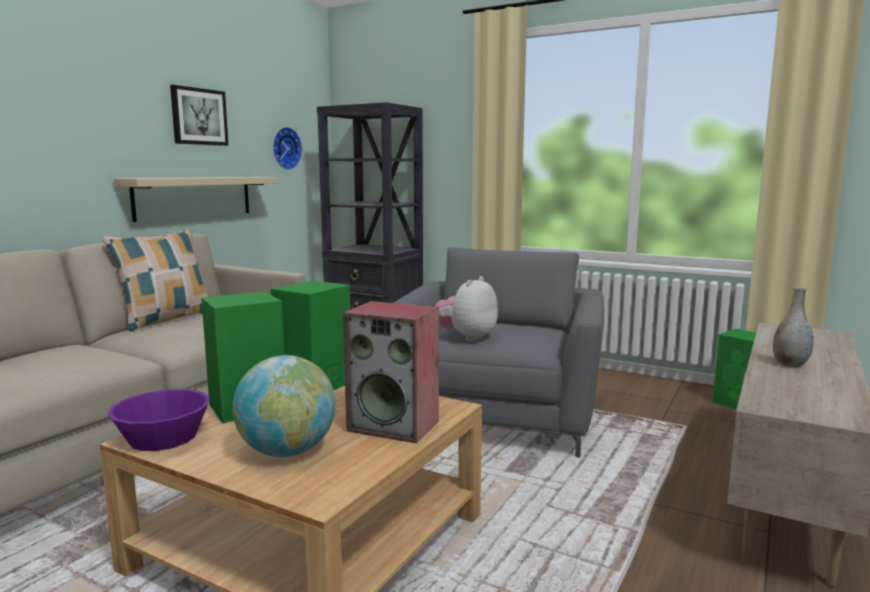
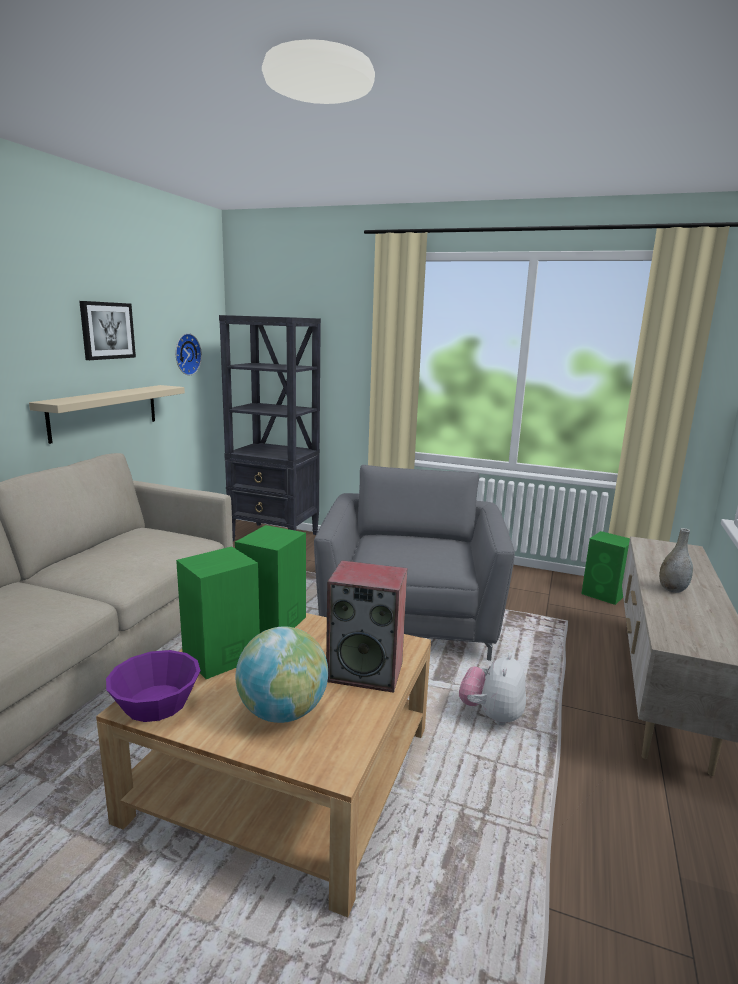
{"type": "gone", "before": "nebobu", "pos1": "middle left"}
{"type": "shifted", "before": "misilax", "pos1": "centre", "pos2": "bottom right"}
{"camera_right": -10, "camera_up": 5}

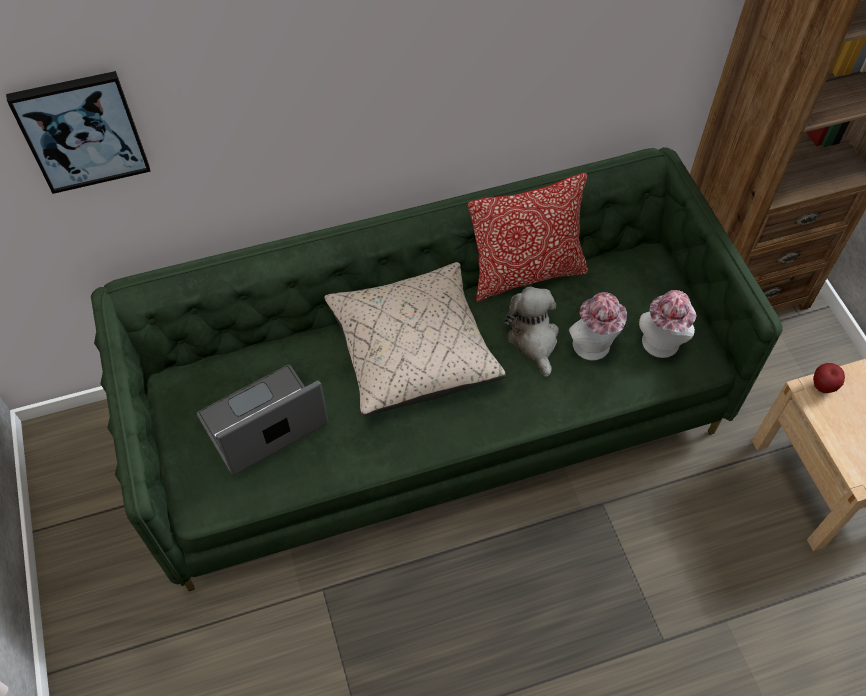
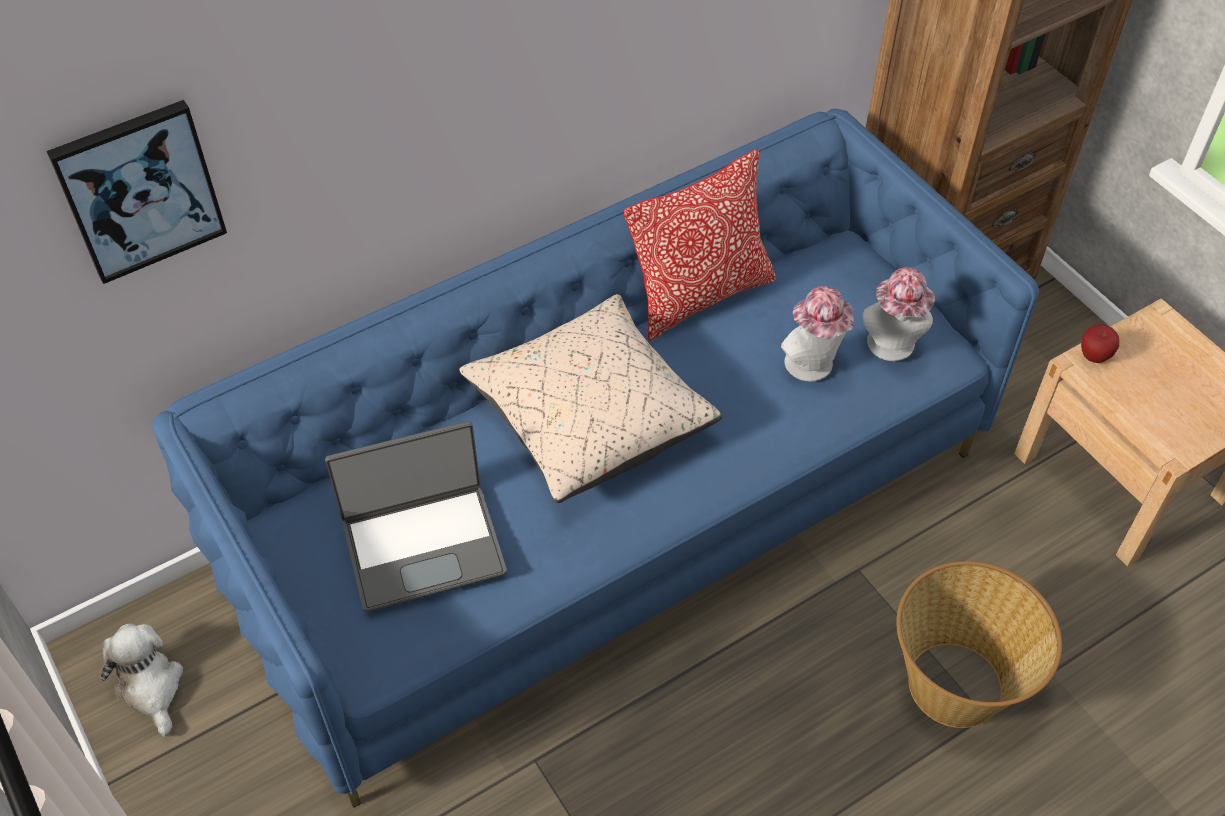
{"type": "repainted", "before": "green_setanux", "after": "blue_setanux", "pos1": "centre", "pos2": "centre"}
{"type": "rotated", "before": "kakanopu", "pos1": "middle left", "pos2": "centre", "turn": -150}
{"type": "shifted", "before": "misilax", "pos1": "centre", "pos2": "bottom left"}
{"type": "new", "after": "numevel", "pos2": "bottom right"}
{"camera_right": -15, "camera_up": -5}

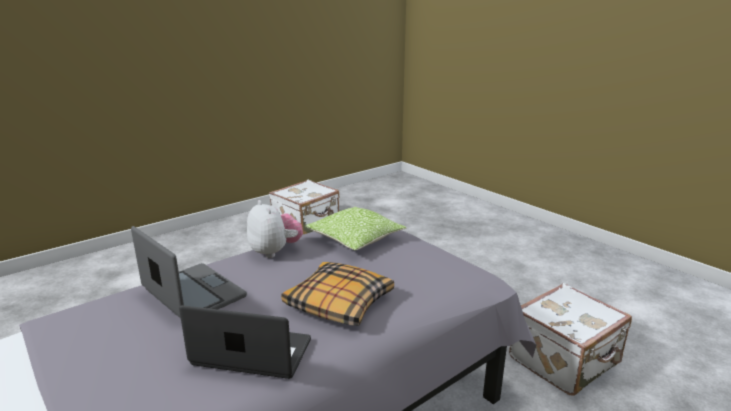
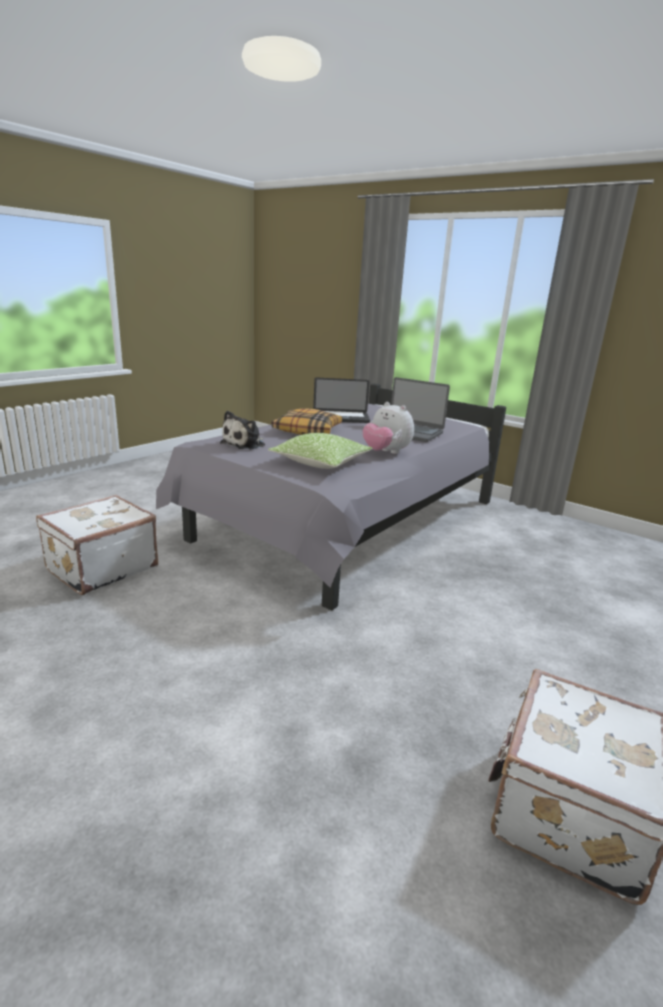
{"type": "new", "after": "misilax (no. 1 from left)", "pos2": "centre"}
{"camera_right": 165, "camera_up": 0}

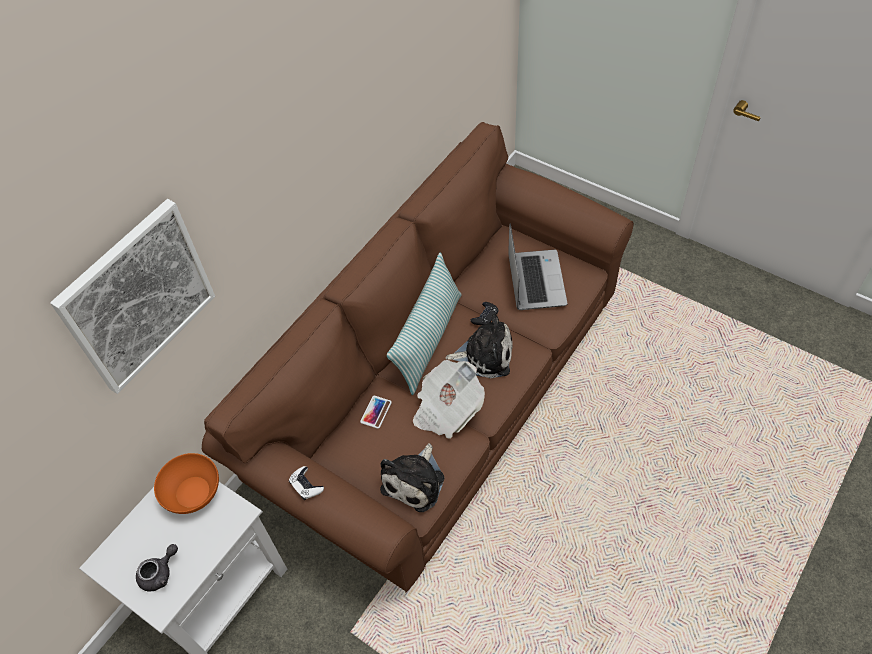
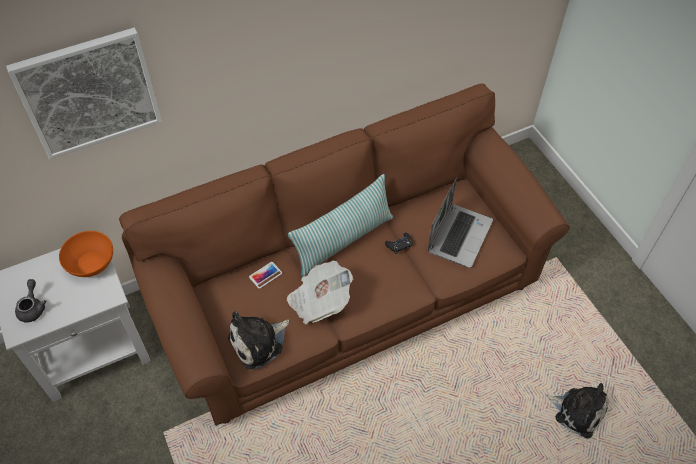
{"type": "rotated", "before": "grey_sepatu", "pos1": "bottom left", "pos2": "middle left", "turn": -75}
{"type": "gone", "before": "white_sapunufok", "pos1": "bottom centre"}
{"type": "shifted", "before": "misilax (no. 2 from left)", "pos1": "centre", "pos2": "bottom right"}
{"camera_right": 25, "camera_up": 0}

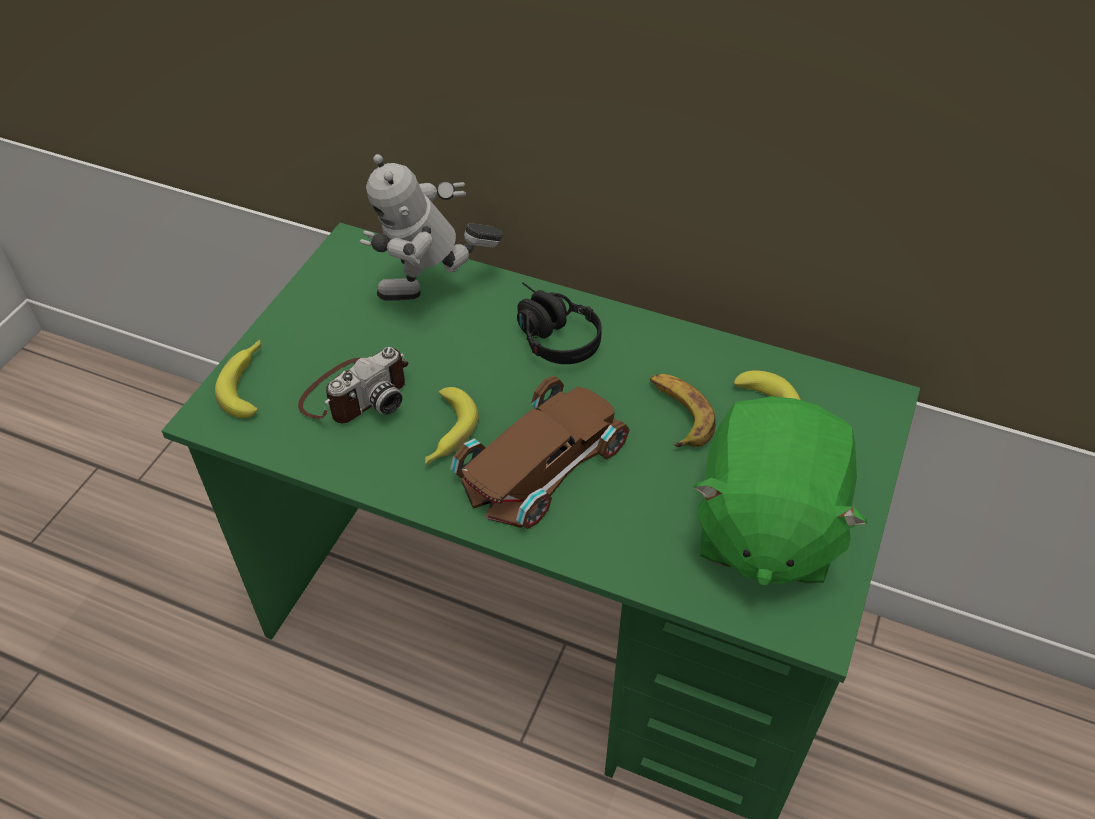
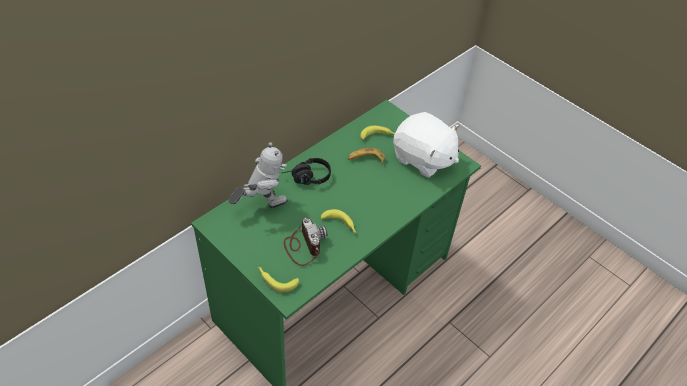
{"type": "rotated", "before": "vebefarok", "pos1": "top centre", "pos2": "centre", "turn": -120}
{"type": "gone", "before": "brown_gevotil", "pos1": "centre"}
{"type": "repainted", "before": "green_misilax", "after": "white_misilax", "pos1": "middle right", "pos2": "centre"}
{"camera_right": -70, "camera_up": 0}

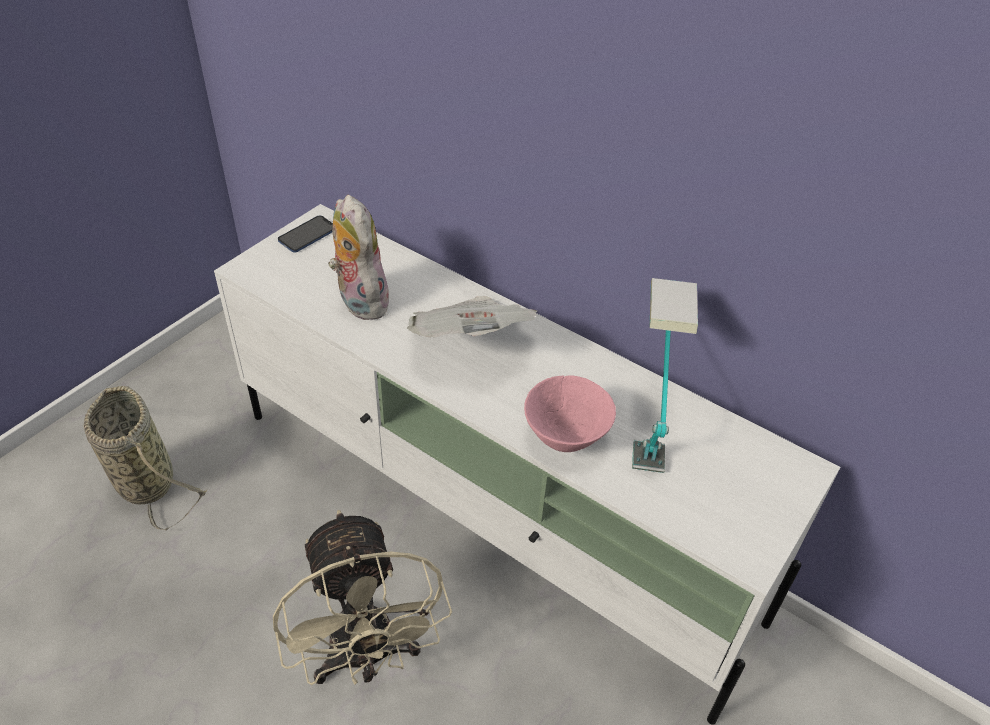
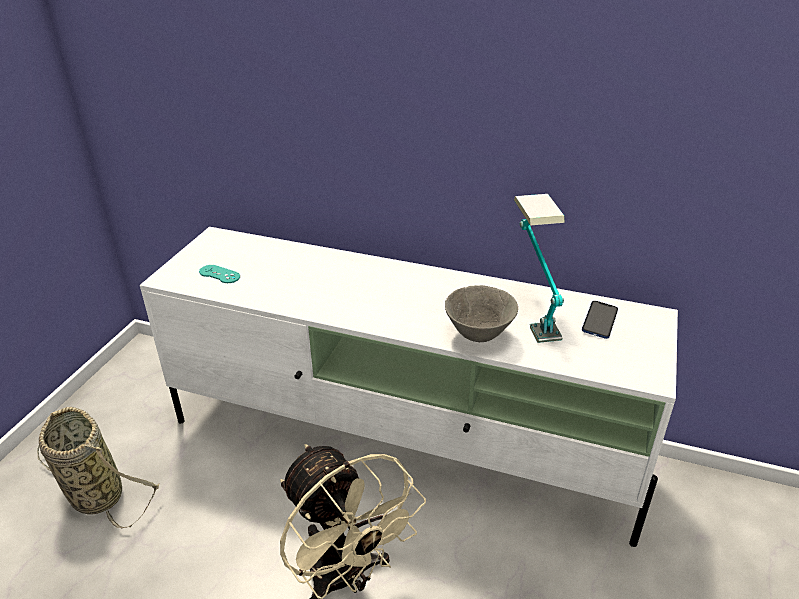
{"type": "shifted", "before": "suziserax", "pos1": "top left", "pos2": "middle right"}
{"type": "gone", "before": "misilax", "pos1": "centre"}
{"type": "gone", "before": "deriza", "pos1": "centre"}
{"type": "repainted", "before": "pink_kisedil", "after": "grey_kisedil", "pos1": "centre", "pos2": "centre"}
{"type": "new", "after": "turquoise_sapunufok", "pos2": "middle left"}
{"camera_right": -15, "camera_up": -10}

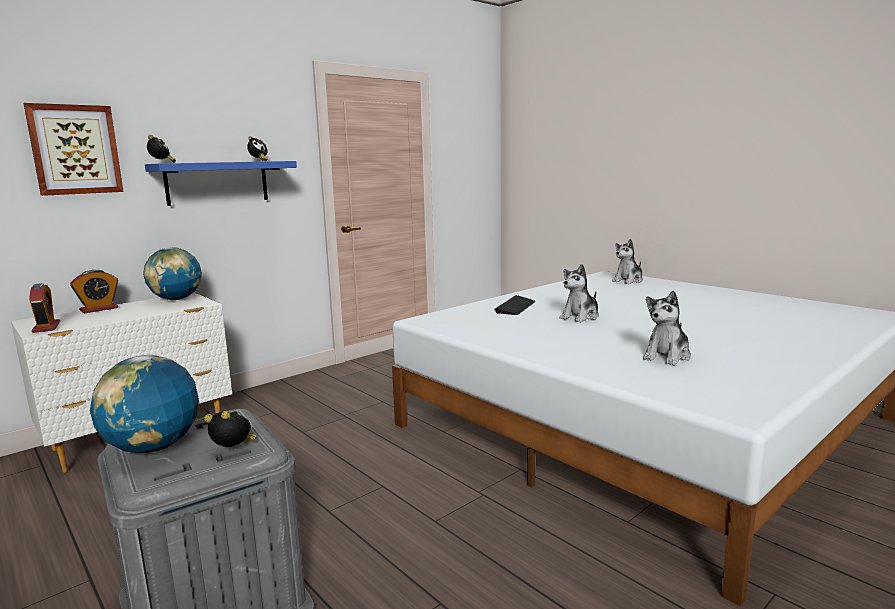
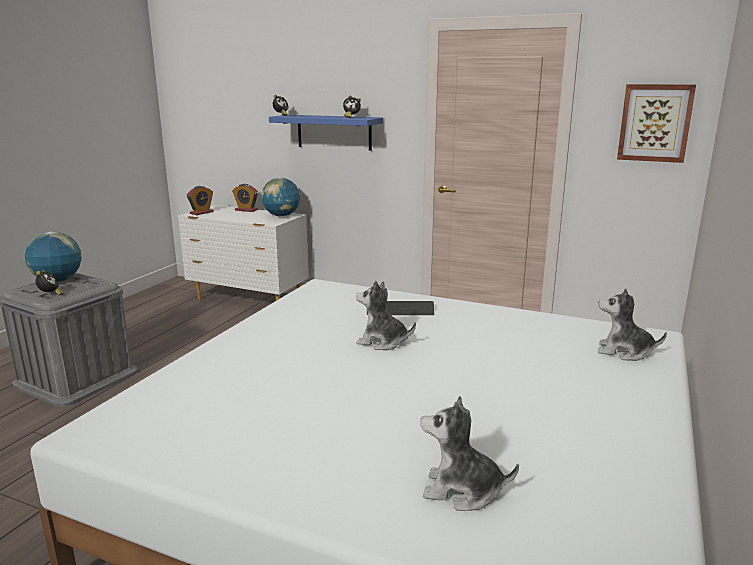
{"type": "shifted", "before": "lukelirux", "pos1": "top left", "pos2": "top right"}
{"type": "shifted", "before": "misilax (no. 3 from left in the first image)", "after": "misilax (no. 2 from left)", "pos1": "middle right", "pos2": "bottom centre"}
{"camera_right": 65, "camera_up": 5}

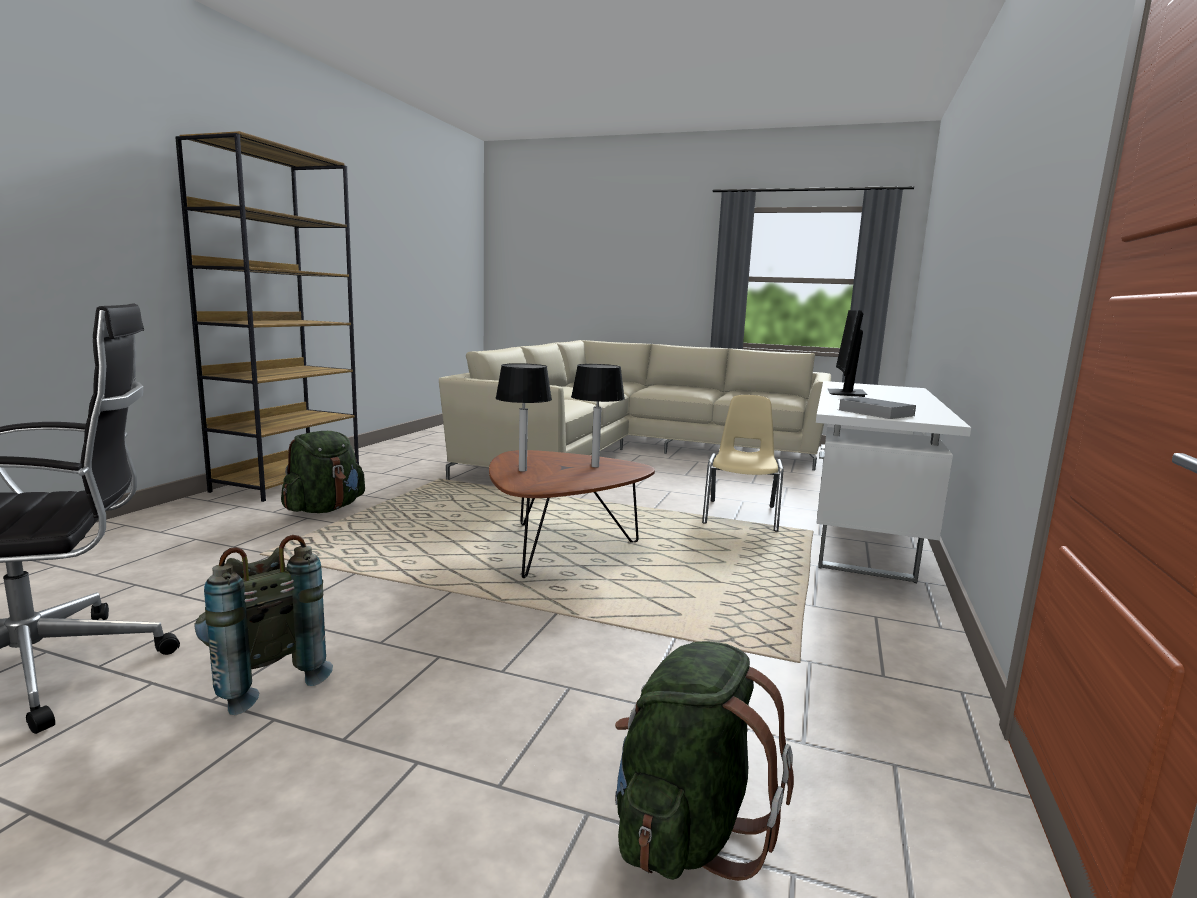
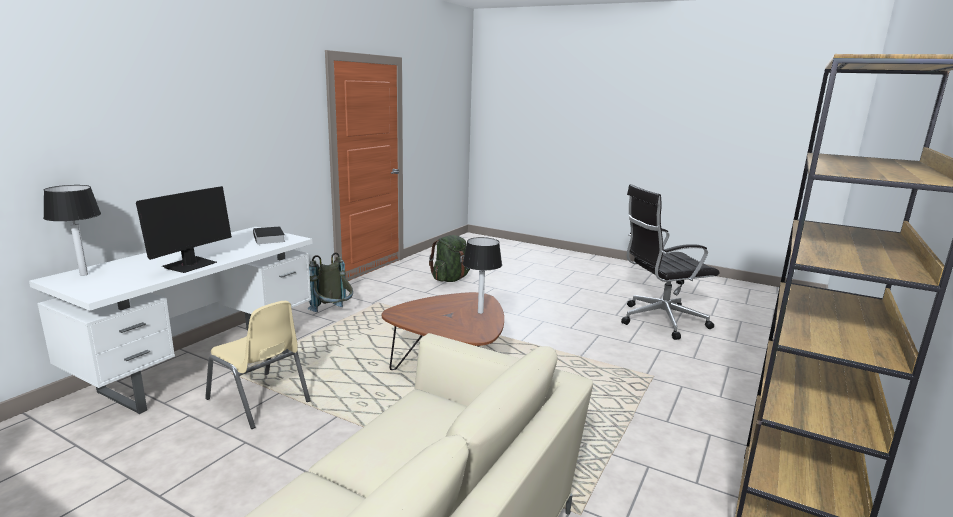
{"type": "shifted", "before": "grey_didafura", "pos1": "bottom left", "pos2": "centre"}
{"type": "gone", "before": "green_didafura (no. 1 from left)", "pos1": "middle left"}
{"type": "shifted", "before": "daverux (no. 2 from left in the first image)", "after": "daverux (no. 1 from left)", "pos1": "centre", "pos2": "middle left"}
{"type": "rotated", "before": "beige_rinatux", "pos1": "centre", "pos2": "bottom left", "turn": -75}
{"camera_right": -170, "camera_up": 5}

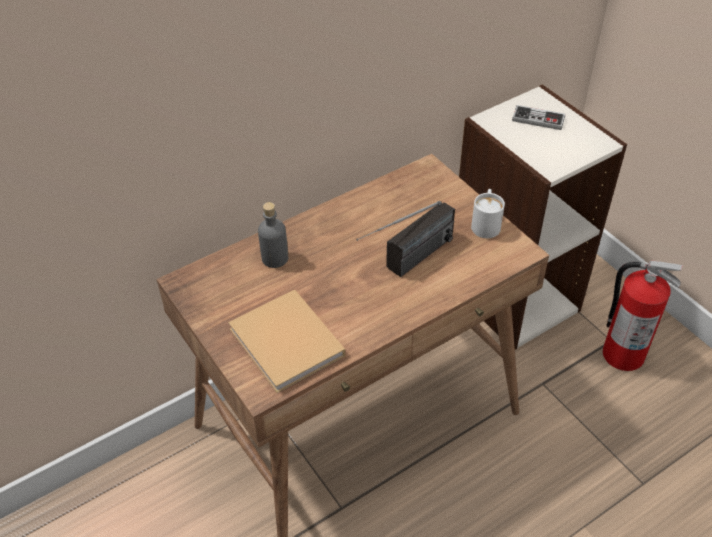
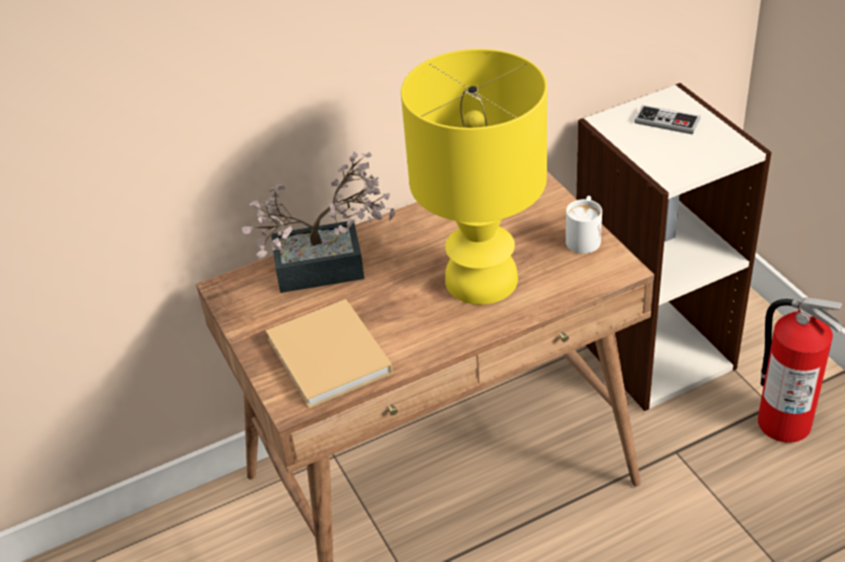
{"type": "swapped", "before": "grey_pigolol", "after": "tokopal", "pos1": "centre", "pos2": "centre"}
{"type": "swapped", "before": "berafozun", "after": "yellow_daverux", "pos1": "centre", "pos2": "top centre"}
{"camera_right": 10, "camera_up": -5}

